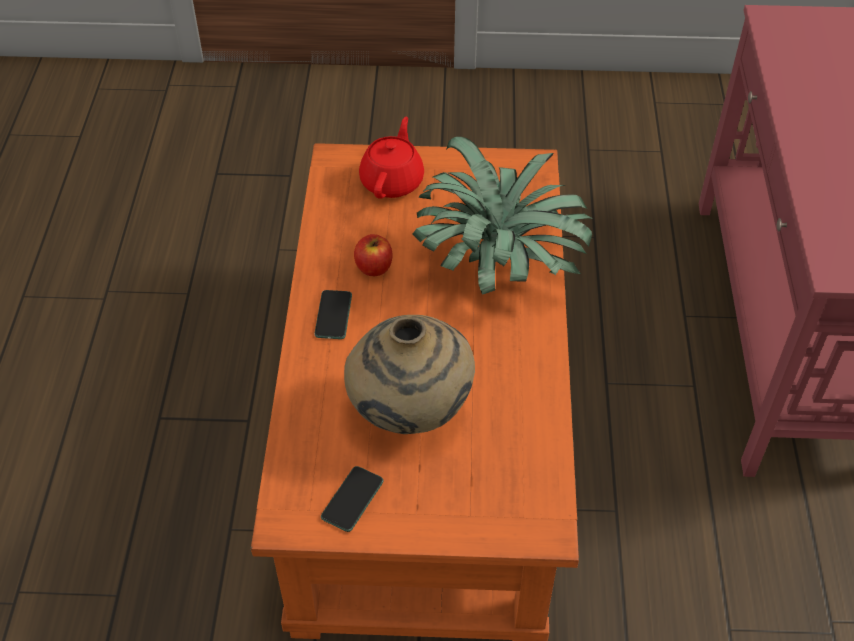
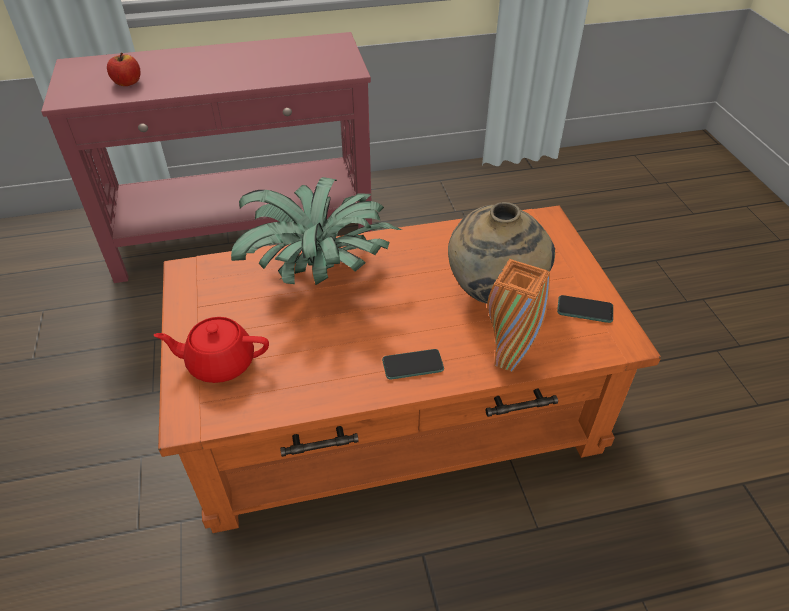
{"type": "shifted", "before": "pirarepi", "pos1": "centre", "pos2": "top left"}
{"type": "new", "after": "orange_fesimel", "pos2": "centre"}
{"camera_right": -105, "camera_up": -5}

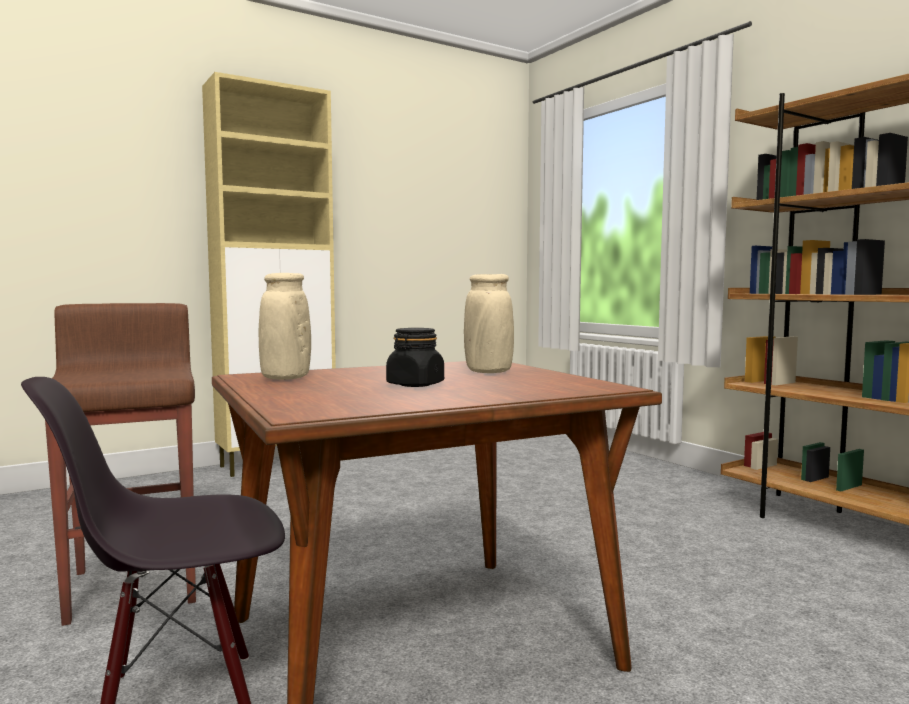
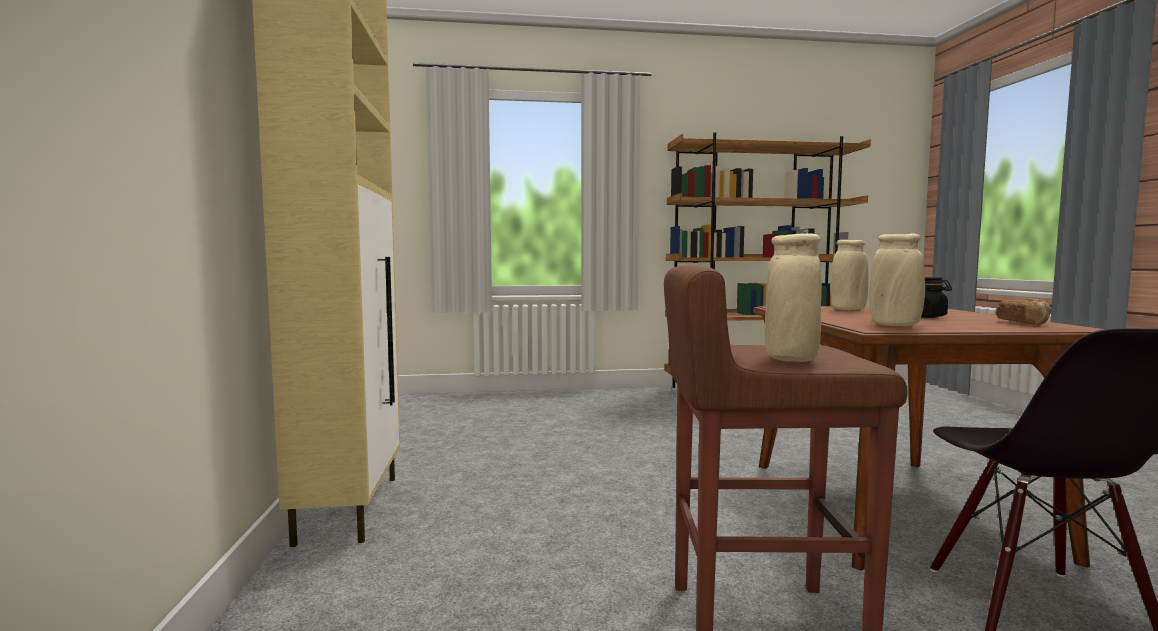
{"type": "new", "after": "beige_fesimel (no. 1 from left)", "pos2": "middle right"}
{"type": "new", "after": "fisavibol", "pos2": "middle right"}
{"camera_right": -65, "camera_up": 0}

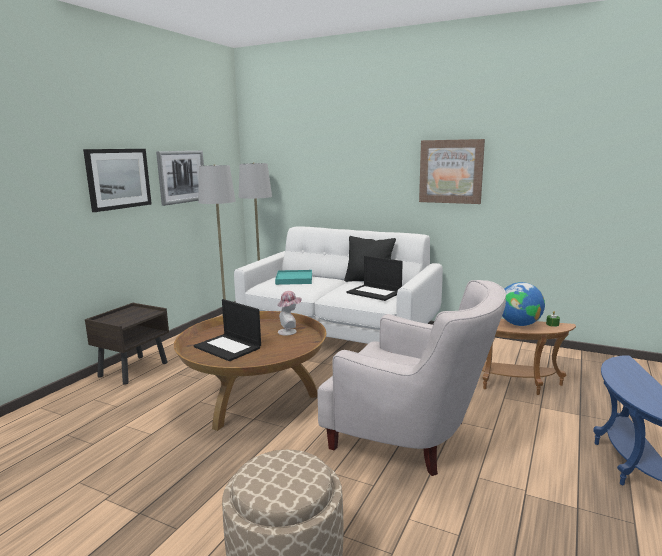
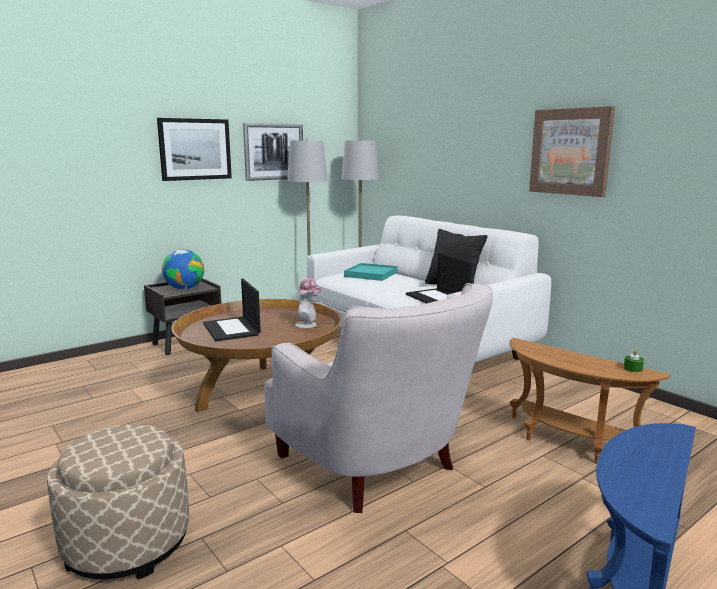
{"type": "shifted", "before": "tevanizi", "pos1": "middle right", "pos2": "middle left"}
{"camera_right": 25, "camera_up": 0}

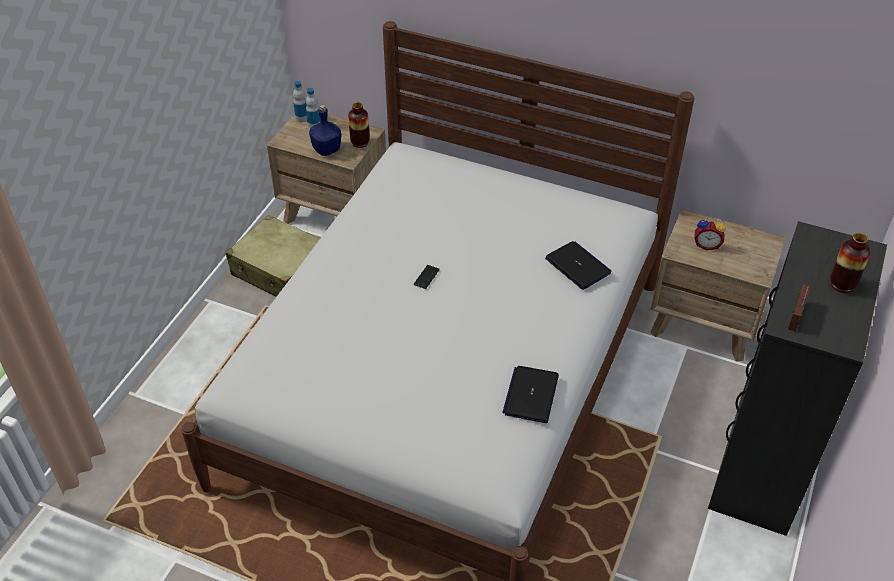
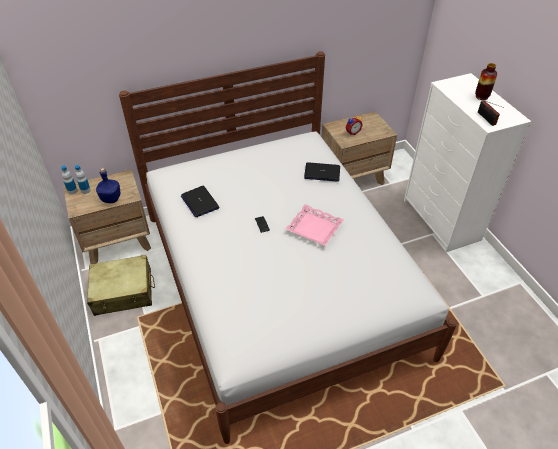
{"type": "gone", "before": "fesimel (no. 1 from left)", "pos1": "top centre"}
{"type": "shifted", "before": "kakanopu (no. 1 from left)", "pos1": "bottom centre", "pos2": "centre"}
{"type": "repainted", "before": "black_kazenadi", "after": "white_kazenadi", "pos1": "middle right", "pos2": "middle right"}
{"type": "new", "after": "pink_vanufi", "pos2": "centre"}
{"camera_right": -45, "camera_up": 0}

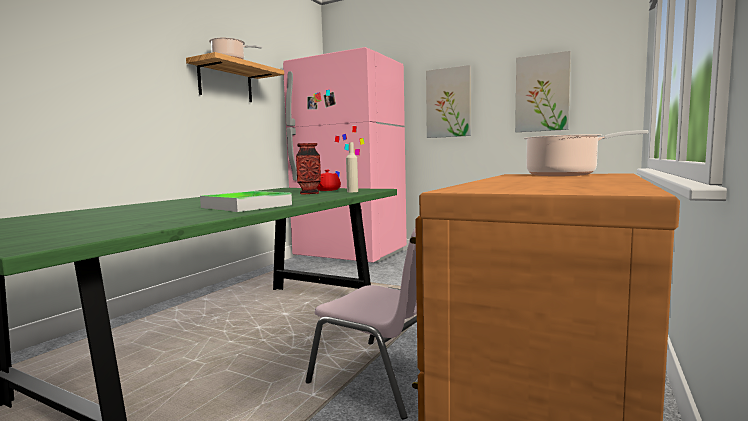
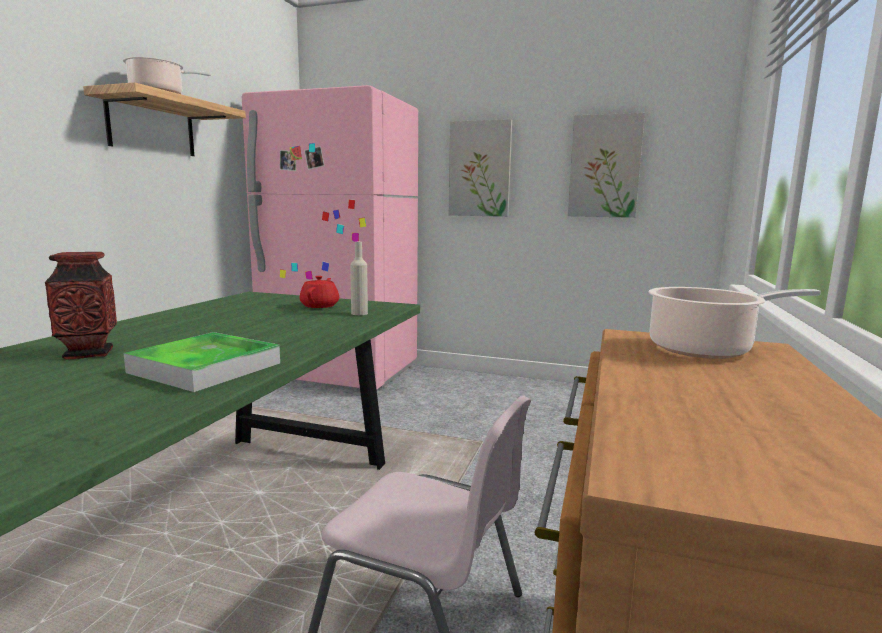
{"type": "shifted", "before": "fesimel", "pos1": "centre", "pos2": "middle left"}
{"camera_right": -10, "camera_up": 5}

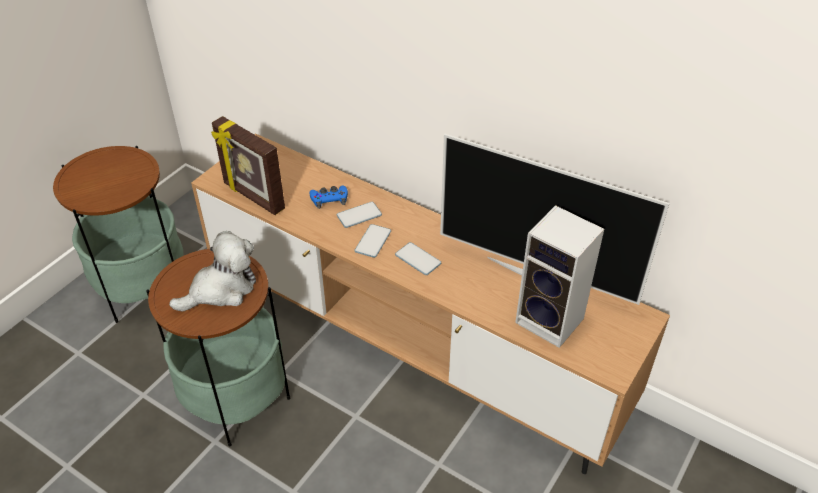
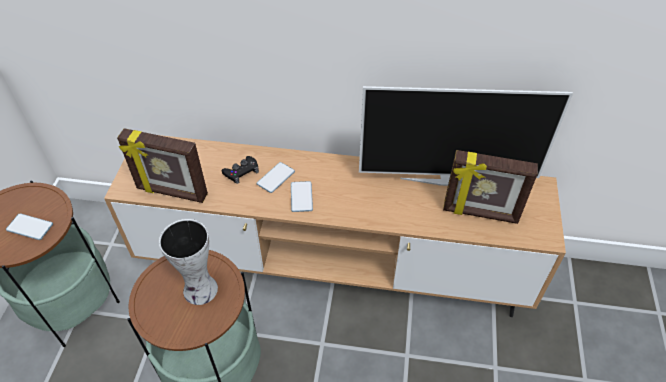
{"type": "swapped", "before": "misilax", "after": "fesimel", "pos1": "middle left", "pos2": "bottom left"}
{"type": "repainted", "before": "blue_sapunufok", "after": "black_sapunufok", "pos1": "centre", "pos2": "centre"}
{"type": "shifted", "before": "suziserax (no. 3 from left in the first image)", "after": "suziserax (no. 1 from left)", "pos1": "centre", "pos2": "middle left"}
{"type": "swapped", "before": "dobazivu", "after": "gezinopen (no. 2 from left)", "pos1": "middle right", "pos2": "middle right"}
{"camera_right": -25, "camera_up": 5}

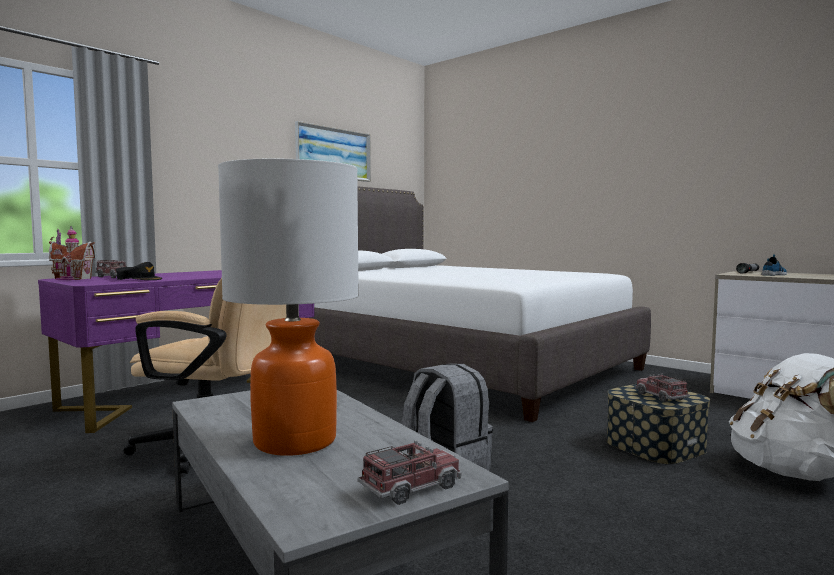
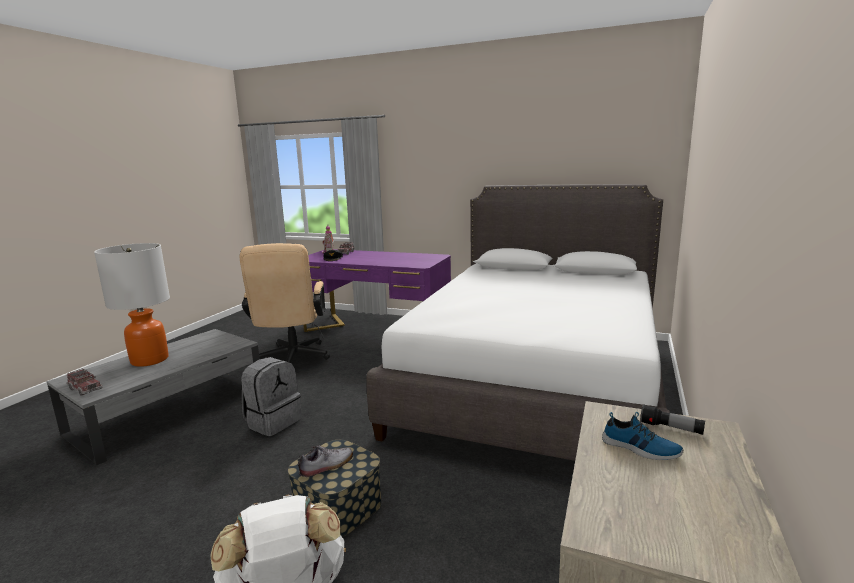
{"type": "gone", "before": "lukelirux", "pos1": "top centre"}
{"type": "swapped", "before": "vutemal (no. 3 from left)", "after": "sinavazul (no. 1 from left)", "pos1": "bottom right", "pos2": "bottom centre"}
{"camera_right": 70, "camera_up": 10}

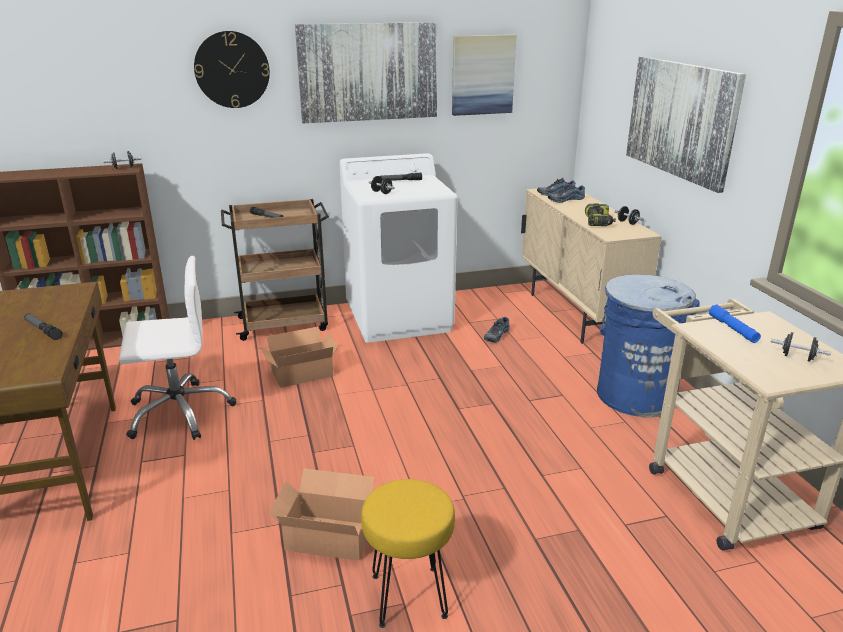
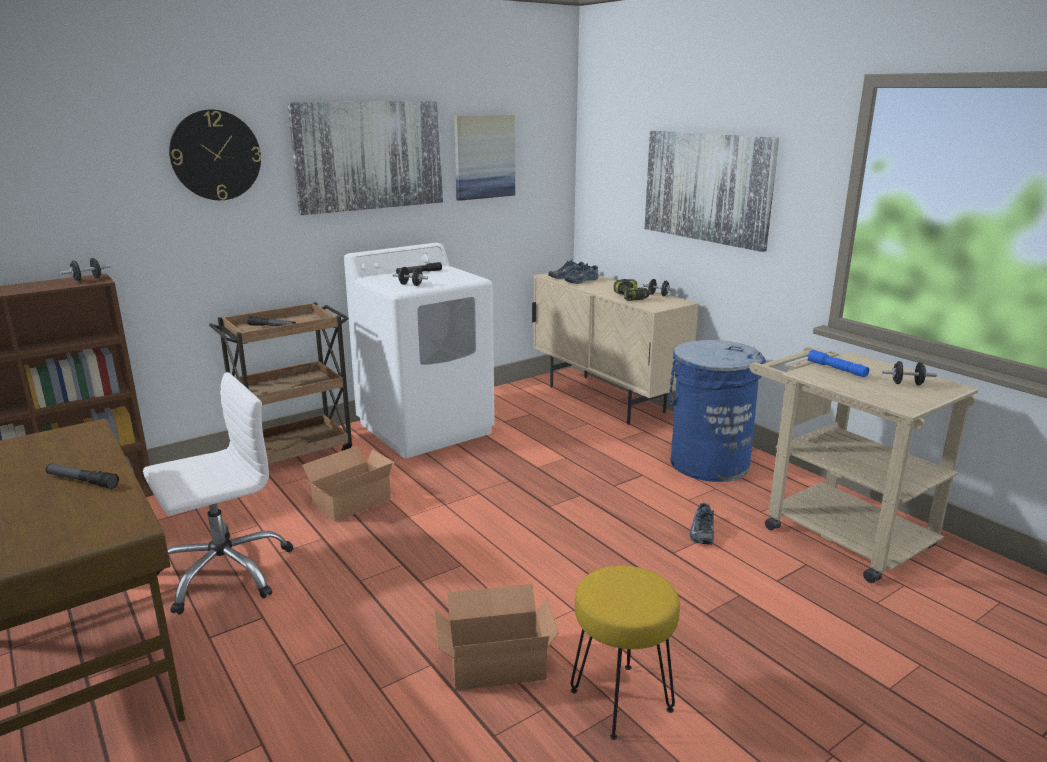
{"type": "shifted", "before": "sinavazul (no. 1 from left in the first image)", "after": "sinavazul (no. 3 from left)", "pos1": "centre", "pos2": "bottom right"}
{"camera_right": -20, "camera_up": -5}

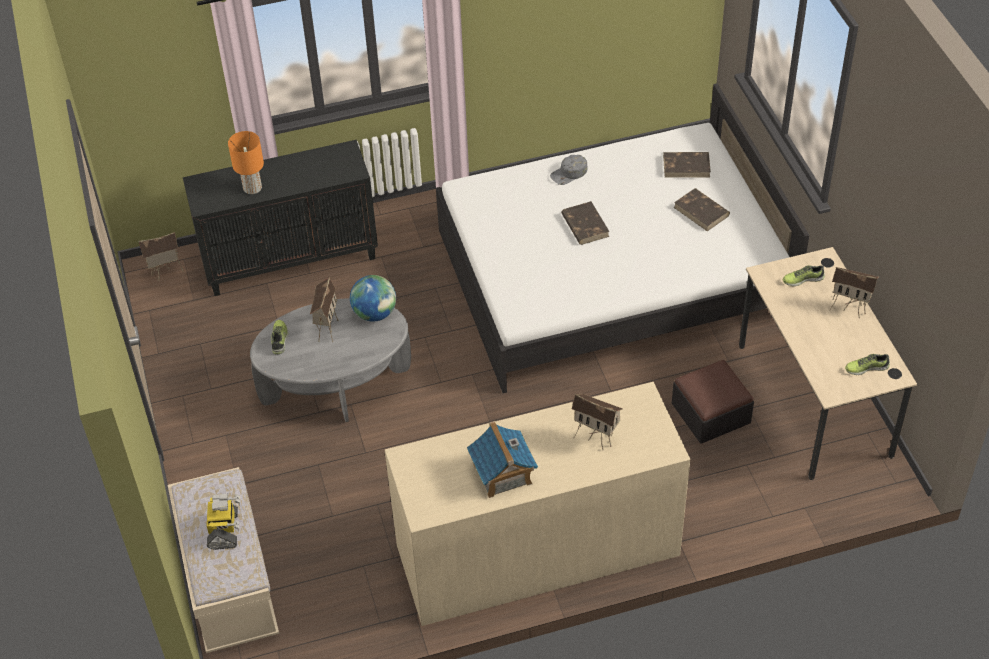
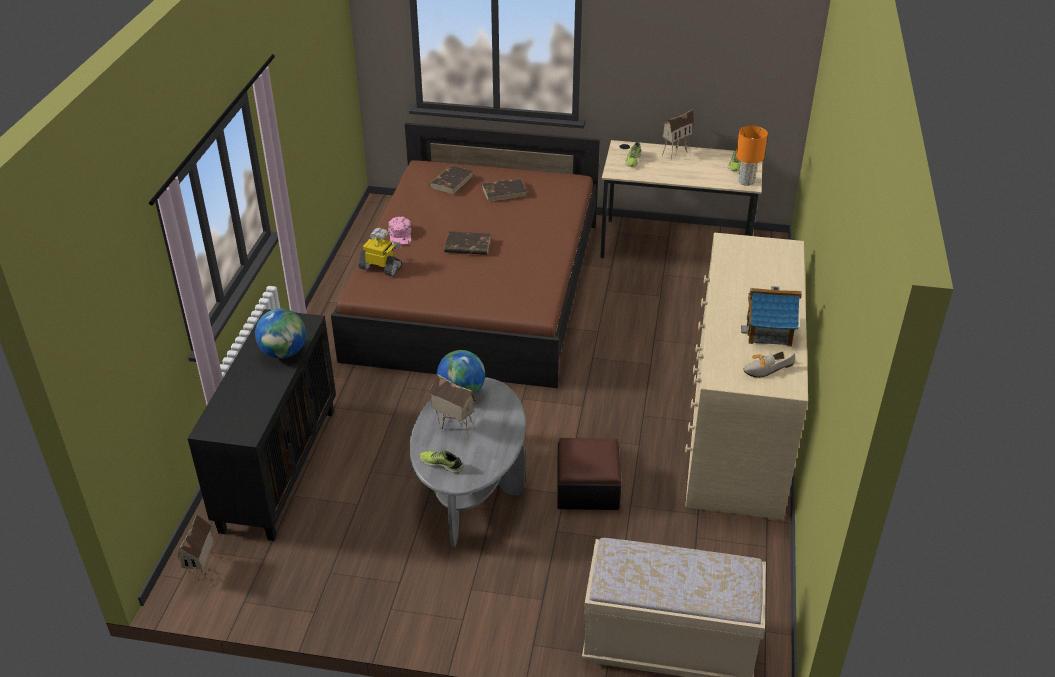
{"type": "shifted", "before": "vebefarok", "pos1": "bottom left", "pos2": "centre"}
{"type": "shifted", "before": "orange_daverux", "pos1": "top left", "pos2": "top right"}
{"type": "repainted", "before": "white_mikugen", "after": "brown_mikugen", "pos1": "centre", "pos2": "centre"}
{"type": "repainted", "before": "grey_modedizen", "after": "pink_modedizen", "pos1": "top centre", "pos2": "centre"}
{"type": "gone", "before": "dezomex (no. 4 from left)", "pos1": "centre"}
{"type": "shifted", "before": "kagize", "pos1": "middle right", "pos2": "bottom centre"}
{"type": "new", "after": "tevanizi (no. 1 from left)", "pos2": "middle left"}
{"type": "new", "after": "sinavazul (no. 4 from left)", "pos2": "middle right"}
{"camera_right": -65, "camera_up": -10}

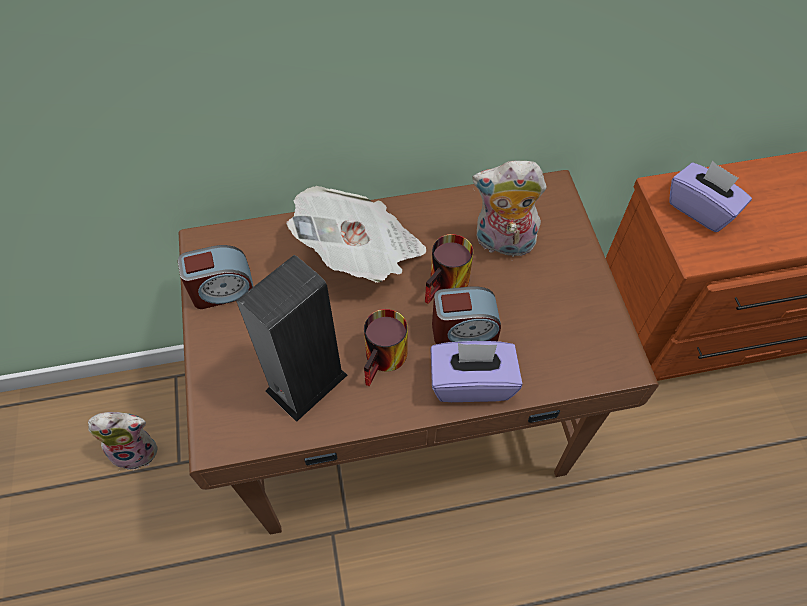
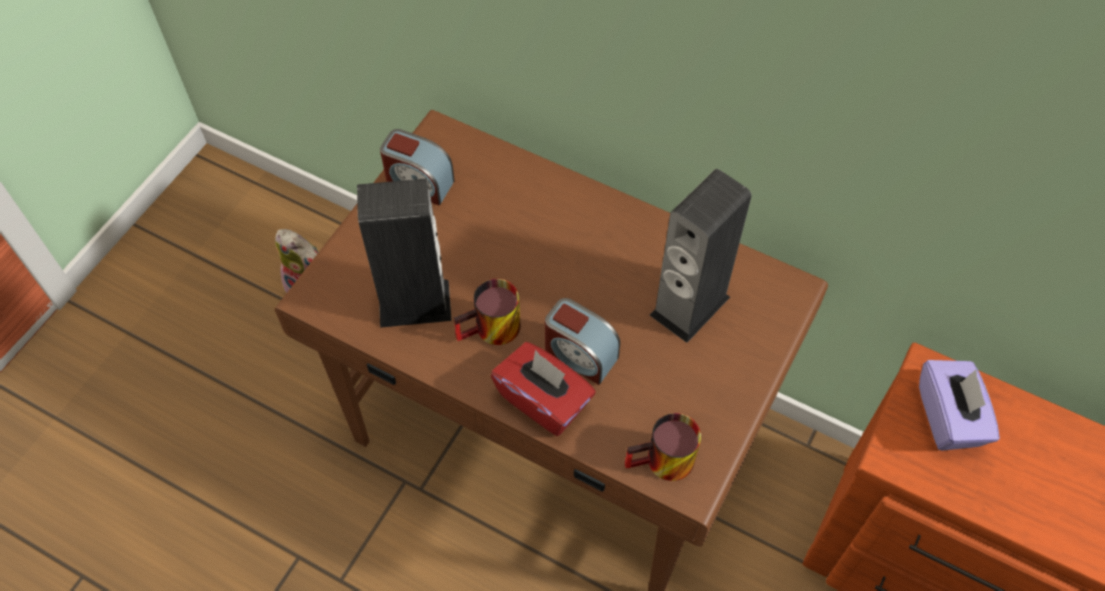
{"type": "gone", "before": "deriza", "pos1": "centre"}
{"type": "shifted", "before": "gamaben (no. 2 from left)", "pos1": "centre", "pos2": "bottom centre"}
{"type": "repainted", "before": "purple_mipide (no. 1 from left)", "after": "red_mipide", "pos1": "centre", "pos2": "centre"}
{"type": "swapped", "before": "misilax (no. 2 from left)", "after": "dobazivu (no. 2 from left)", "pos1": "centre", "pos2": "centre"}
{"camera_right": 40, "camera_up": 0}

